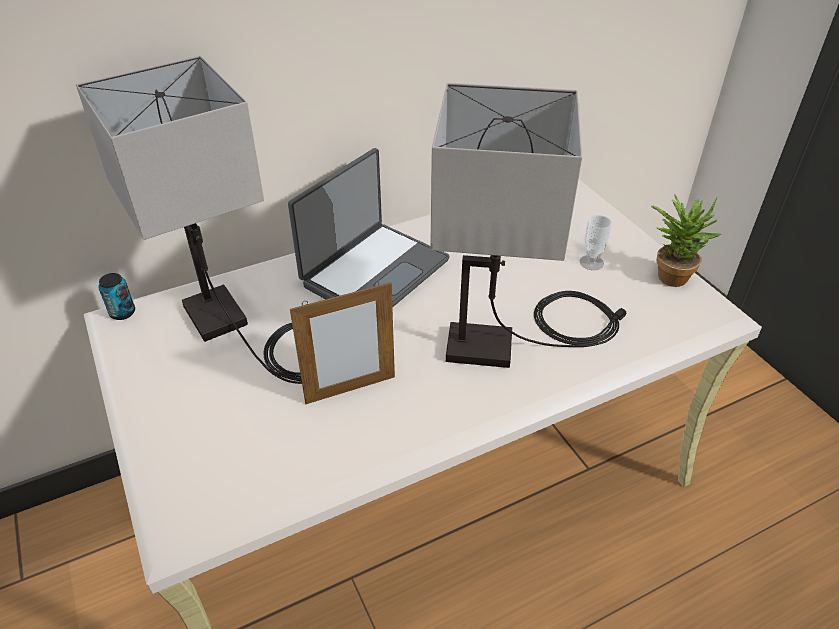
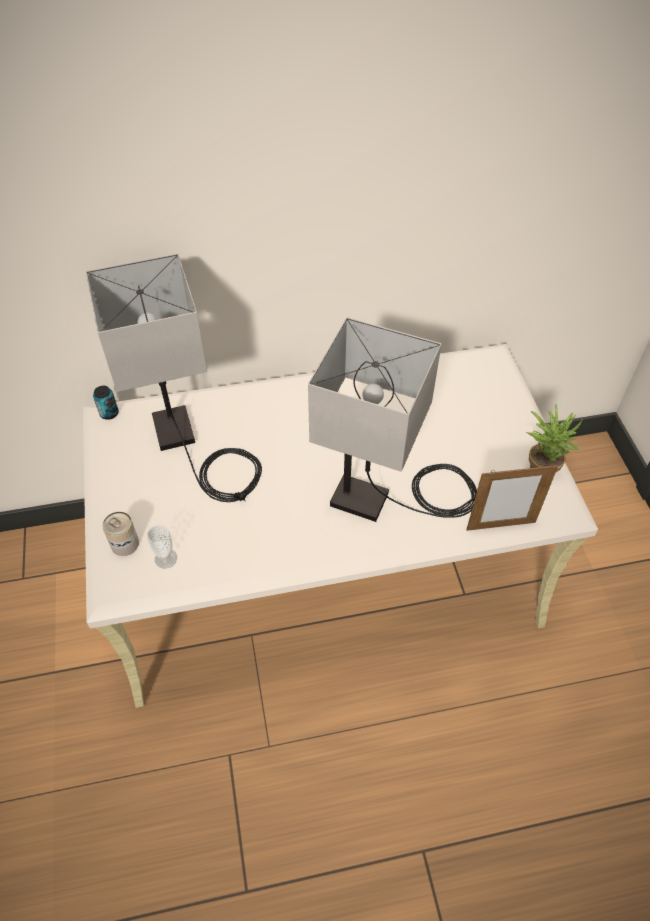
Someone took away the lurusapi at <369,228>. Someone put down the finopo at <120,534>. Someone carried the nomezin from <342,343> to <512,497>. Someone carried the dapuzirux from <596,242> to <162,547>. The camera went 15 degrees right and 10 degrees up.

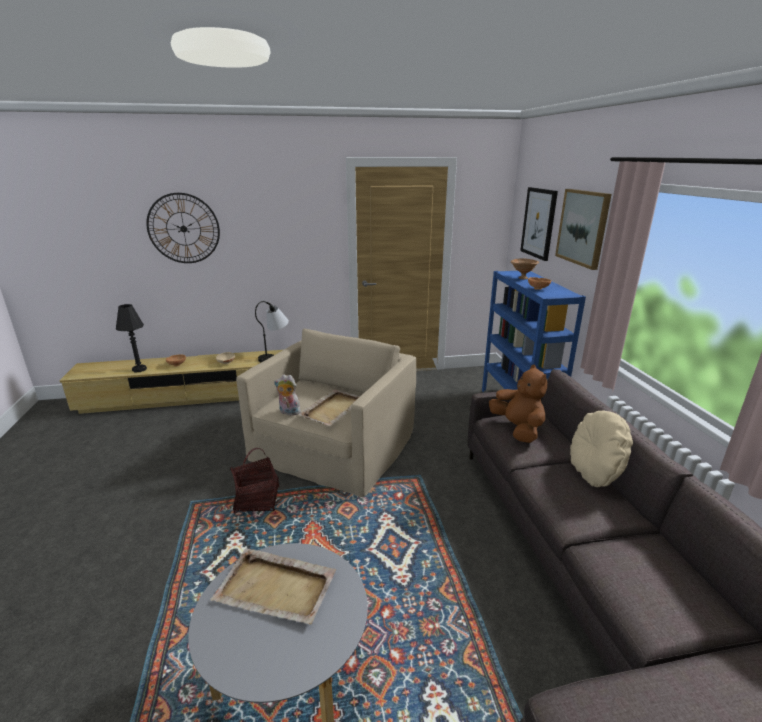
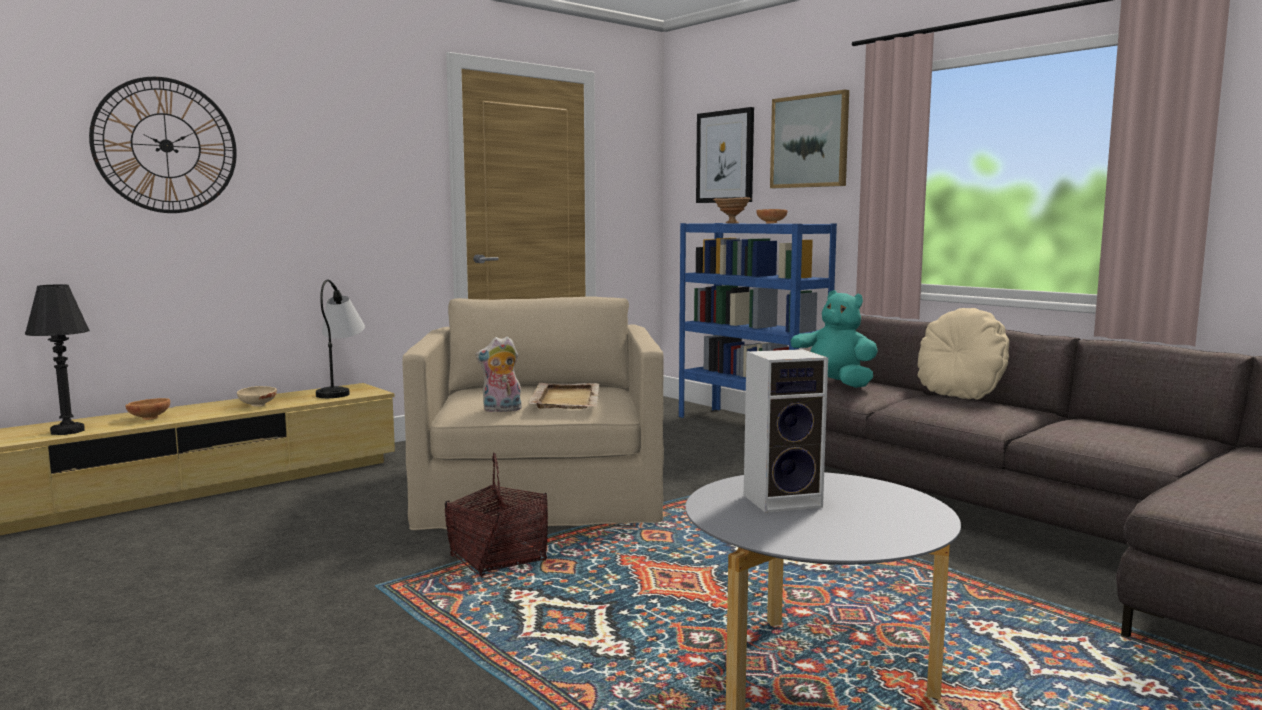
Someone swapped the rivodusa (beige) at <273,586> for the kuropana at <786,431>. Someone repainted the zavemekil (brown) at <518,404>, which became the zavemekil (turquoise) at <834,339>. The camera went 30 degrees left and 15 degrees down.

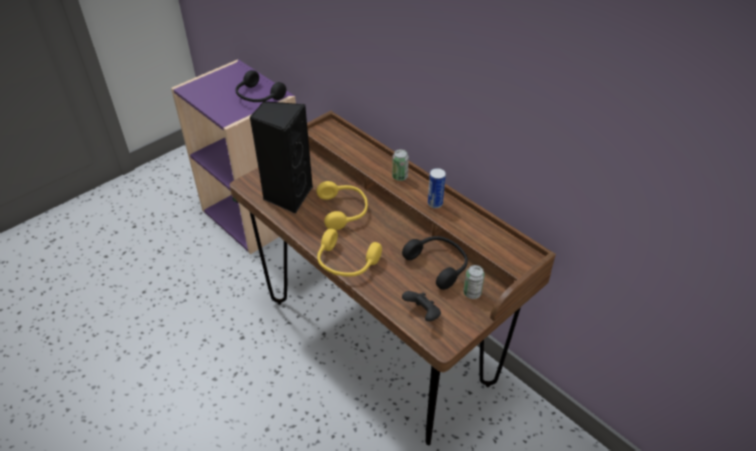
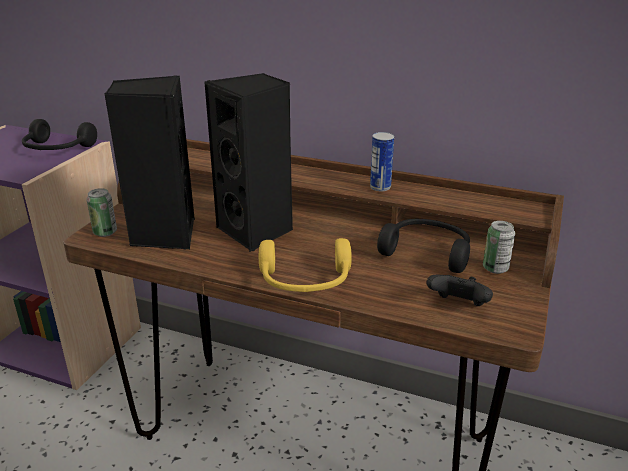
Someone carried the finopo from <400,165> to <101,212>. Someone swapped the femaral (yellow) at <342,205> for the kuropana (black) at <248,162>. The camera went 25 degrees left and 15 degrees down.

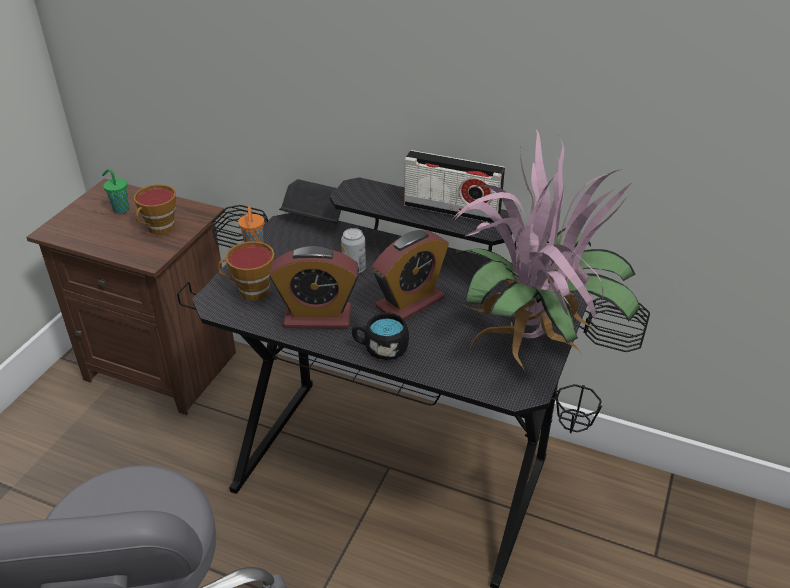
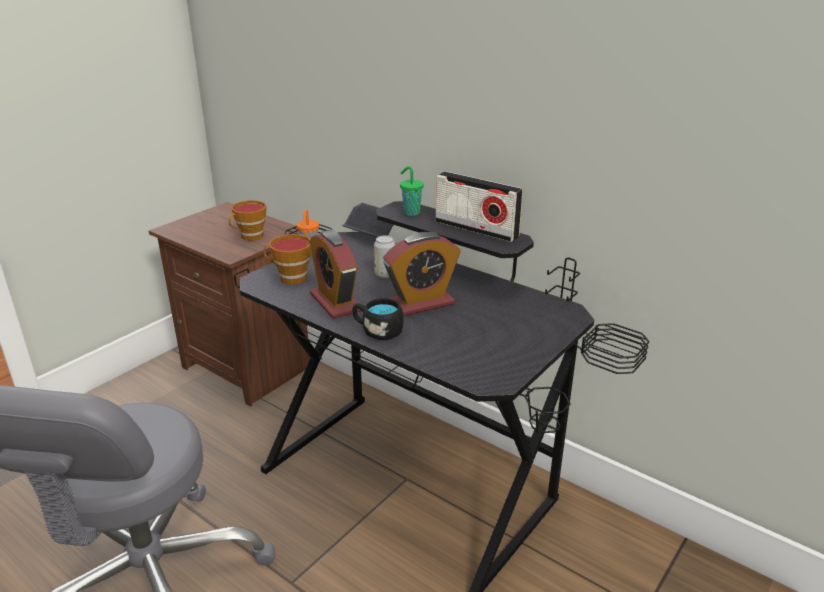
Someone took away the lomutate at <545,250>. Someone carried the dapuzirux (green) from <115,191> to <412,191>. Someone rotated the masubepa at <314,287> by 45 degrees clockwise. The camera went 15 degrees right and 10 degrees down.

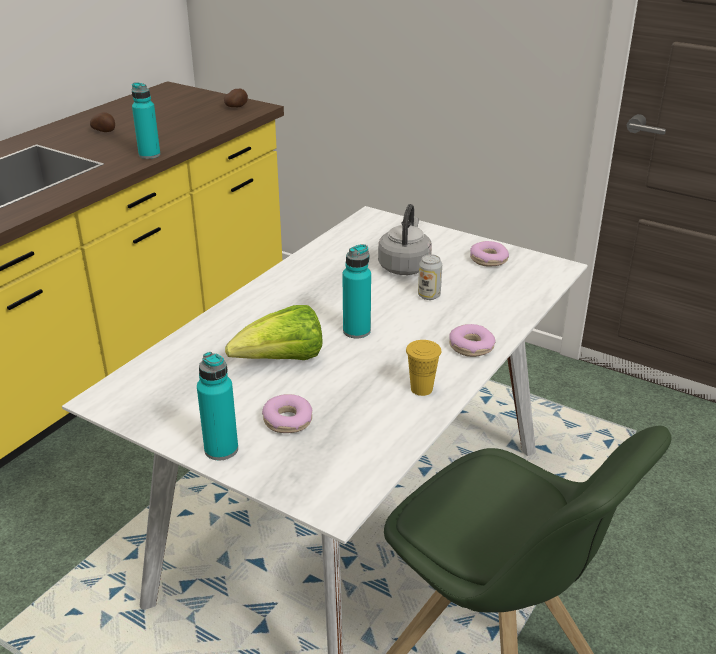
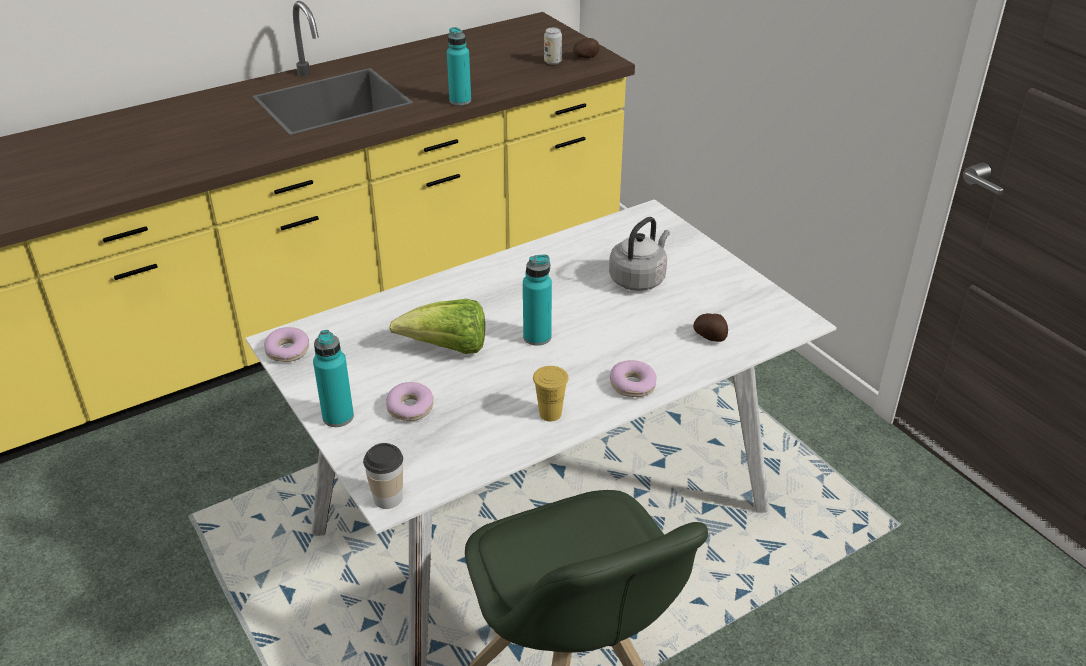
Someone put down the dapuzirux at <383,476>. Someone carried the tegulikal from <102,122> to <710,327>. Someone carried the finopo from <430,277> to <553,46>. Someone carried the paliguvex from <489,254> to <286,344>. The camera went 25 degrees right and 5 degrees up.

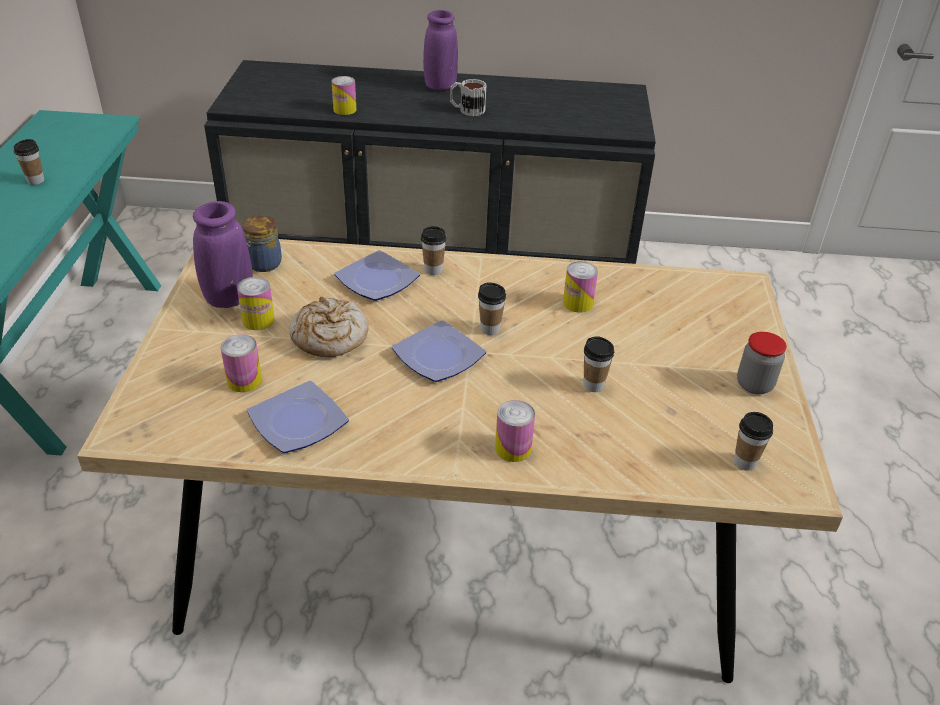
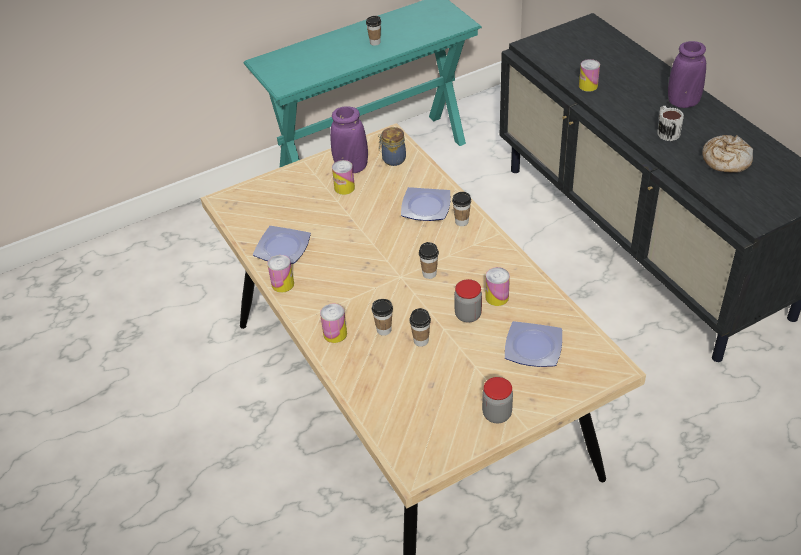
Someone put down the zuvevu at <468,301>. Someone carried the finopo from <241,363> to <280,274>. Someone carried the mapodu from <329,327> to <727,154>. Someone carried the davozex from <439,351> to <533,344>. Someone carried the dapuzirux from <753,441> to <382,317>. The camera went 60 degrees right and 5 degrees up.

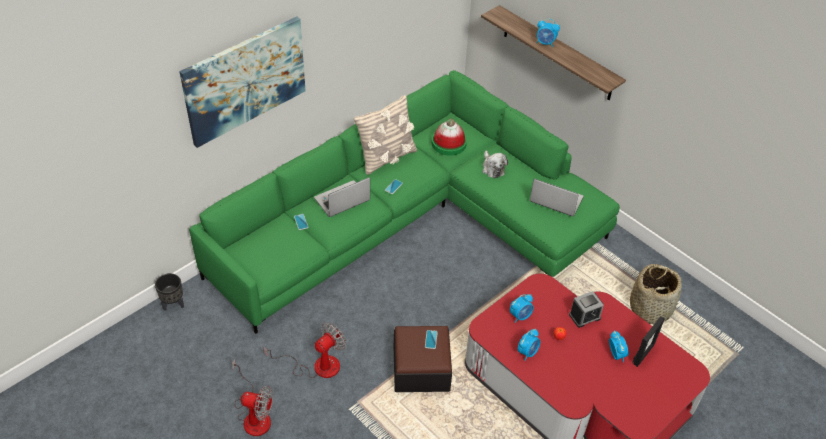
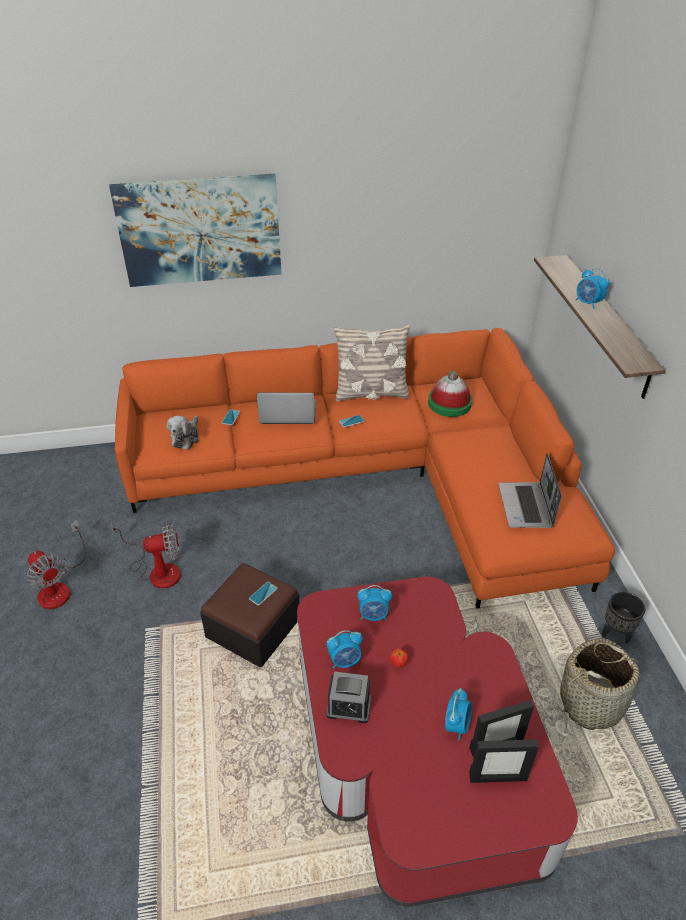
Someone put down the nomezin at <504,761>. Someone carried the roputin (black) from <169,292> to <623,618>. Someone carried the zavemekil from <495,164> to <183,432>. Someone carried the masubepa from <586,309> to <348,697>. Someone repainted the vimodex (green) at <404,202>, which became the vimodex (orange) at <365,468>. Someone rotated the lurusapi at <557,197> by 150 degrees counterclockwise. The camera went 35 degrees right and 5 degrees down.

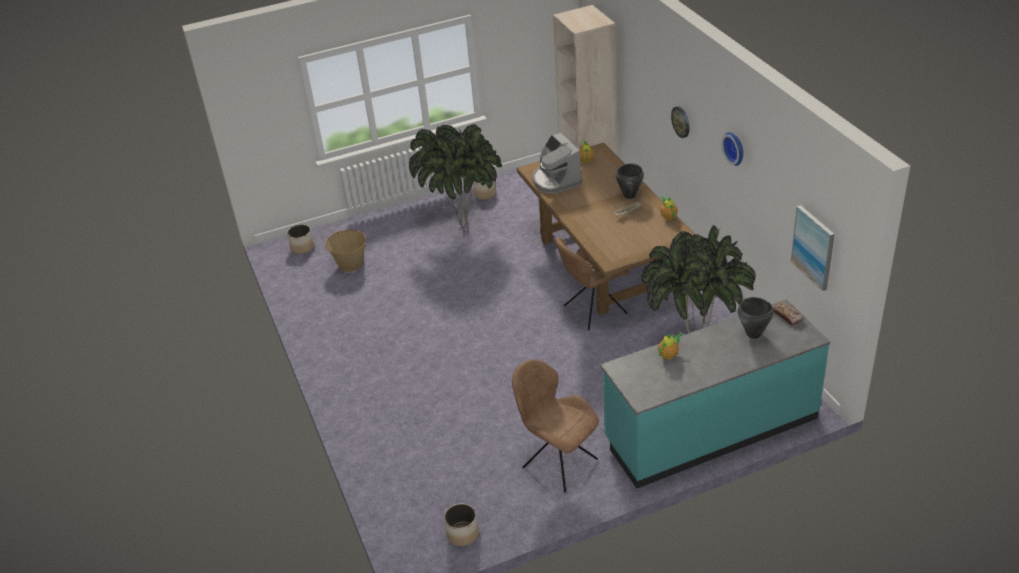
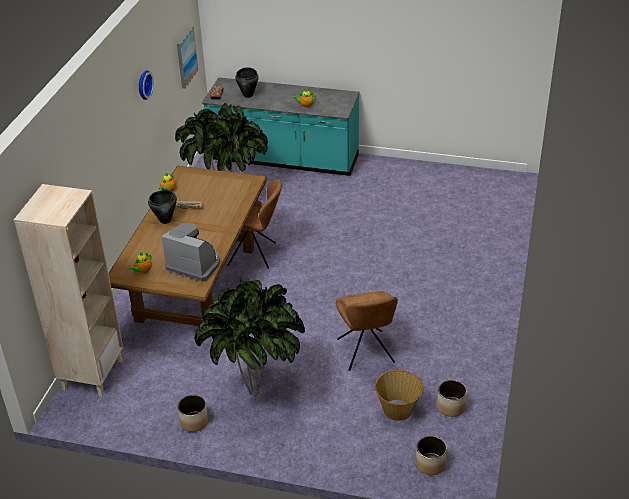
Someone took away the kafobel at <680,122>. Someone carried the roputin from <461,524> to <452,398>. Someone carried the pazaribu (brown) from <555,425> to <367,331>. Someone rotated the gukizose at <557,163> by 75 degrees counterclockwise. The camera went 145 degrees left and 0 degrees up.

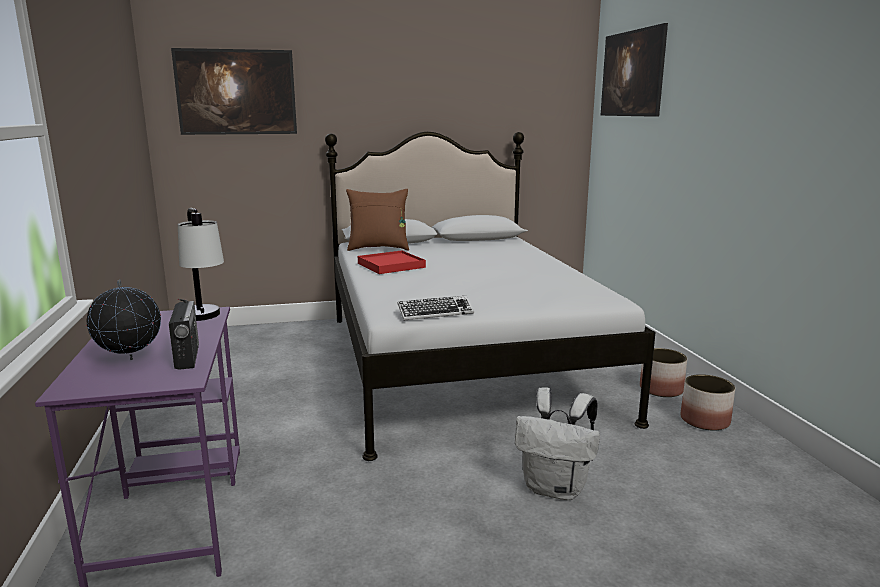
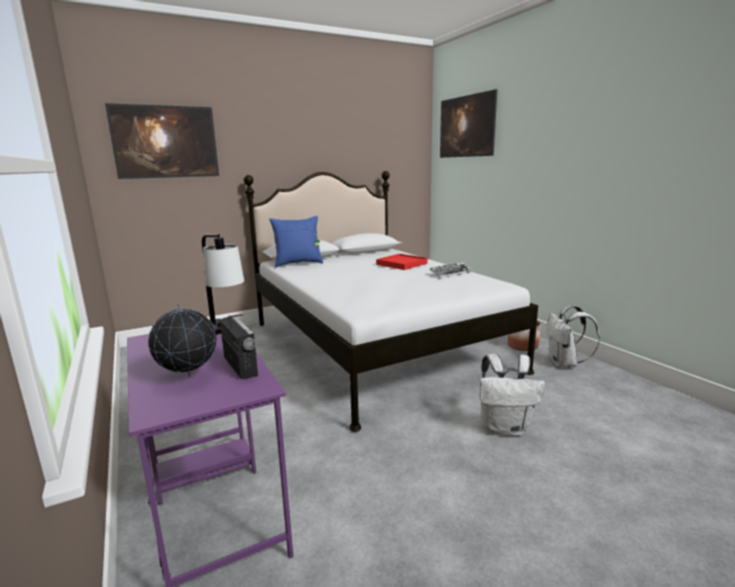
Someone carried the rivodusa (red) from <392,262> to <402,262>. Someone carried the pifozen from <436,308> to <451,270>. Someone swapped the roputin at <708,402> for the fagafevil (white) at <573,336>. Someone repainted the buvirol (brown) at <377,220>, which became the buvirol (blue) at <296,241>. The camera went 15 degrees left and 0 degrees up.

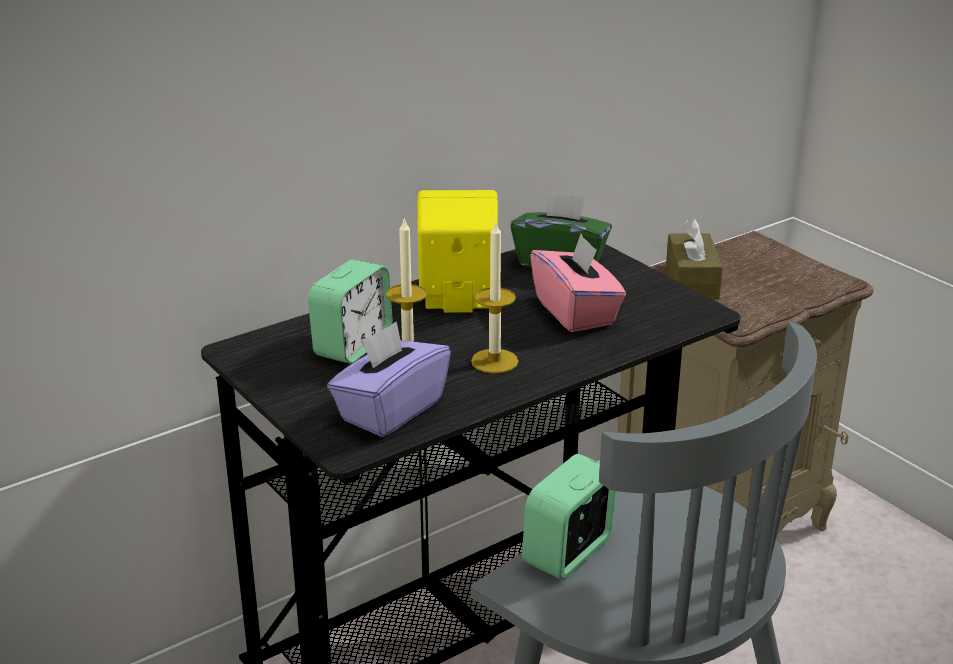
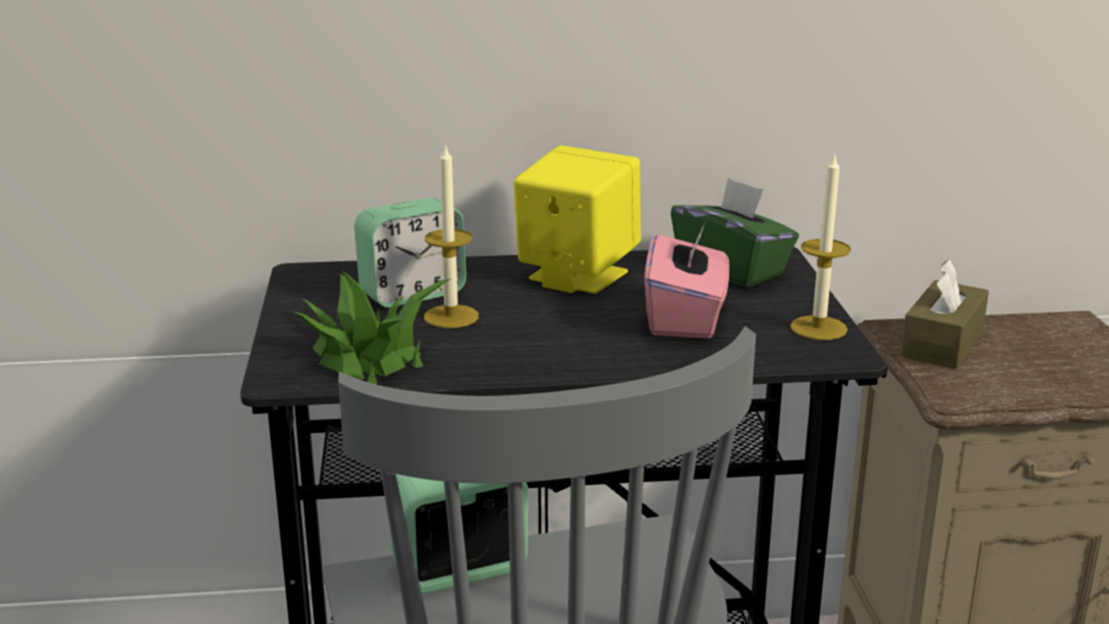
Someone carried the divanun from <494,297> to <820,246>. Someone swapped the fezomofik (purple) at <389,379> for the lomutate at <372,328>. The camera went 30 degrees right and 5 degrees down.

